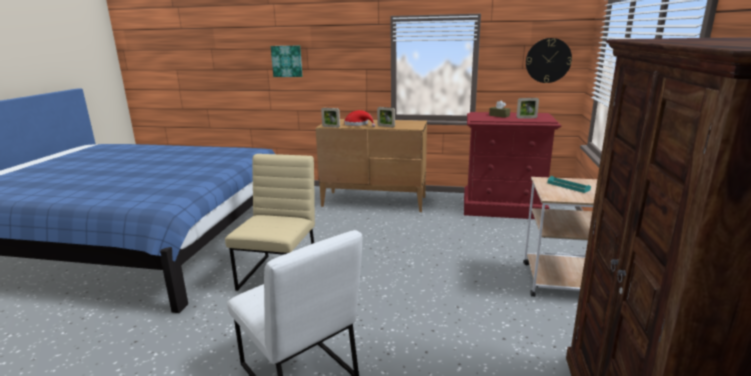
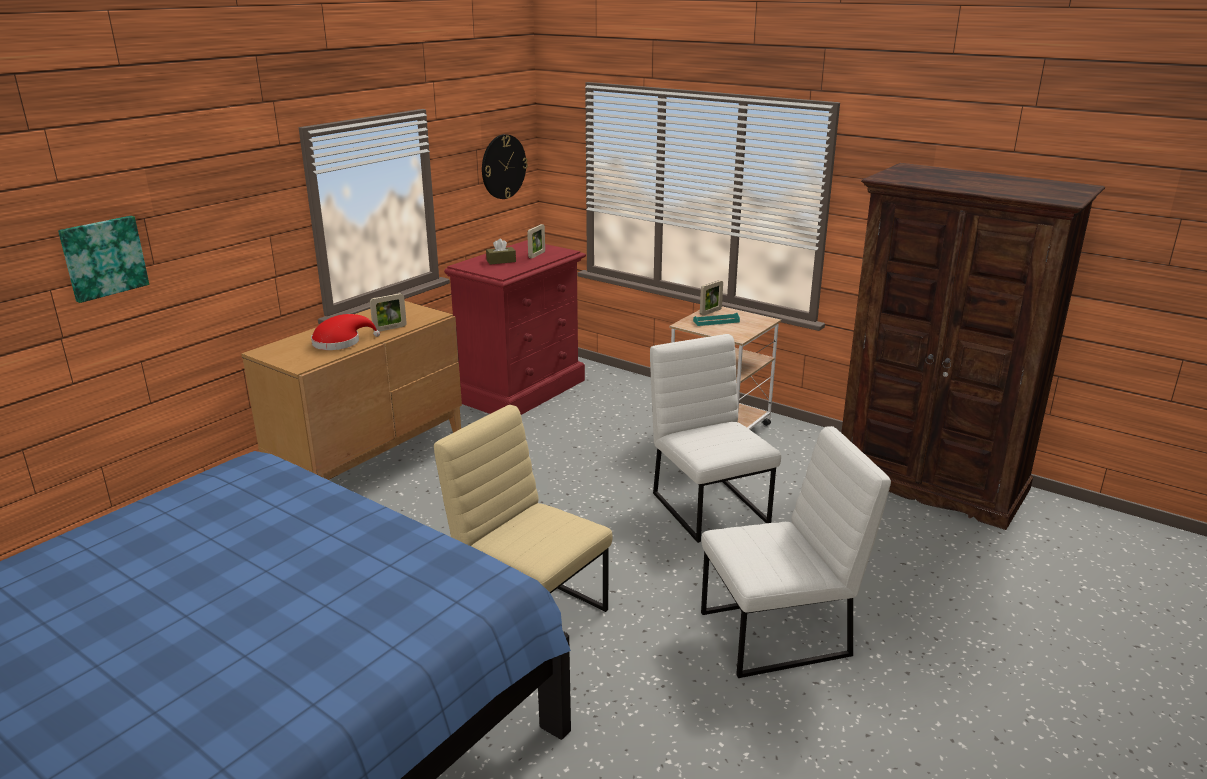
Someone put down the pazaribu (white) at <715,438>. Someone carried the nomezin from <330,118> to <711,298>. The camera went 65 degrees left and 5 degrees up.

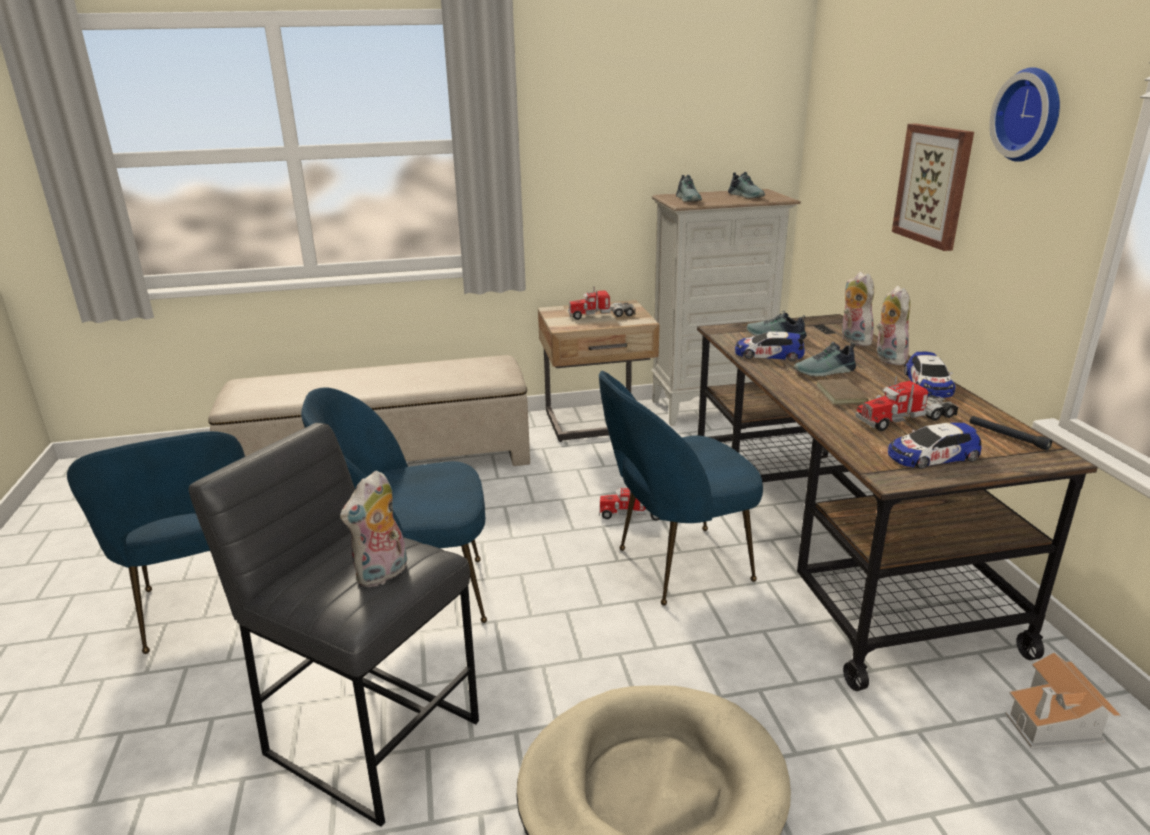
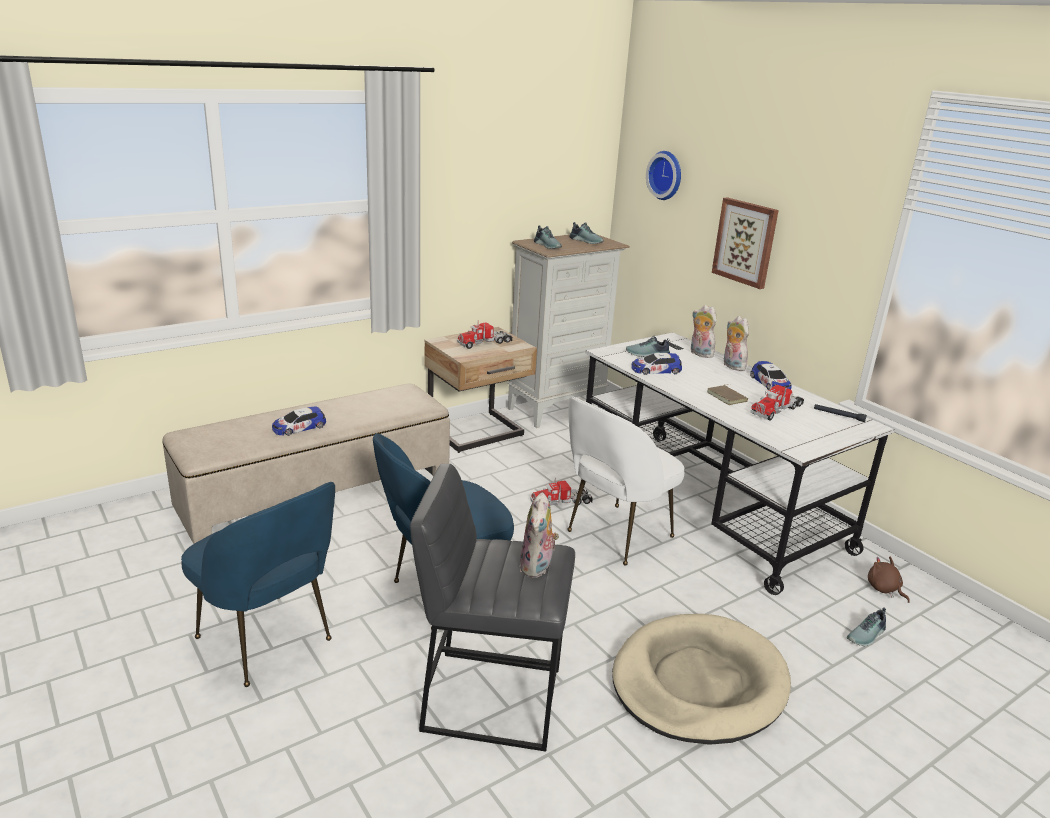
Someone carried the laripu from <824,359> to <866,626>. Someone carried the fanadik from <935,446> to <299,421>. Someone carried the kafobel from <1025,114> to <663,175>. Someone swapped the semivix at <1063,700> for the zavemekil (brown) at <889,580>. Someone repainted the pazaribu (blue) at <681,488>, which became the pazaribu (white) at <625,481>. Someone repainted the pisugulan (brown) at <897,502>, which became the pisugulan (white) at <740,463>. The camera went 25 degrees left and 0 degrees up.

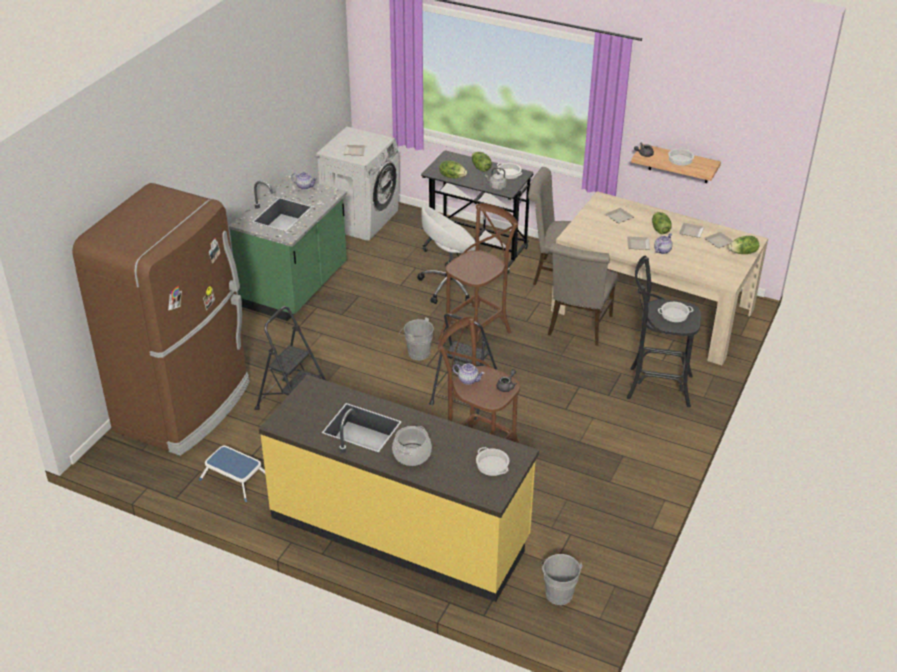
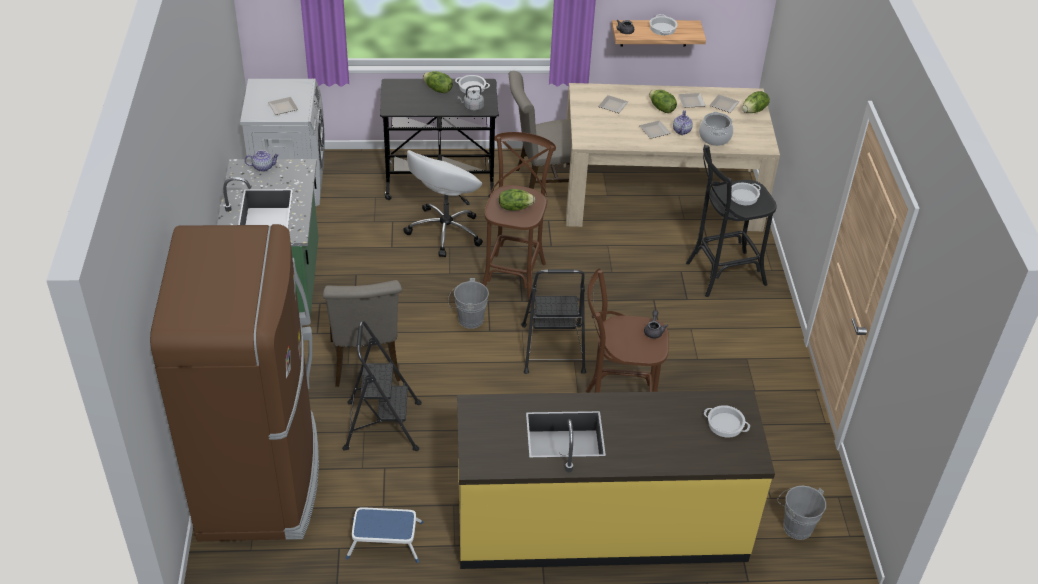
Someone took away the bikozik at <469,374>. Someone carried the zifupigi from <412,446> to <716,129>. Someone carried the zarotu from <453,169> to <517,200>. Someone carried the pazaribu (beige) from <583,294> to <362,333>. The camera went 30 degrees left and 5 degrees up.

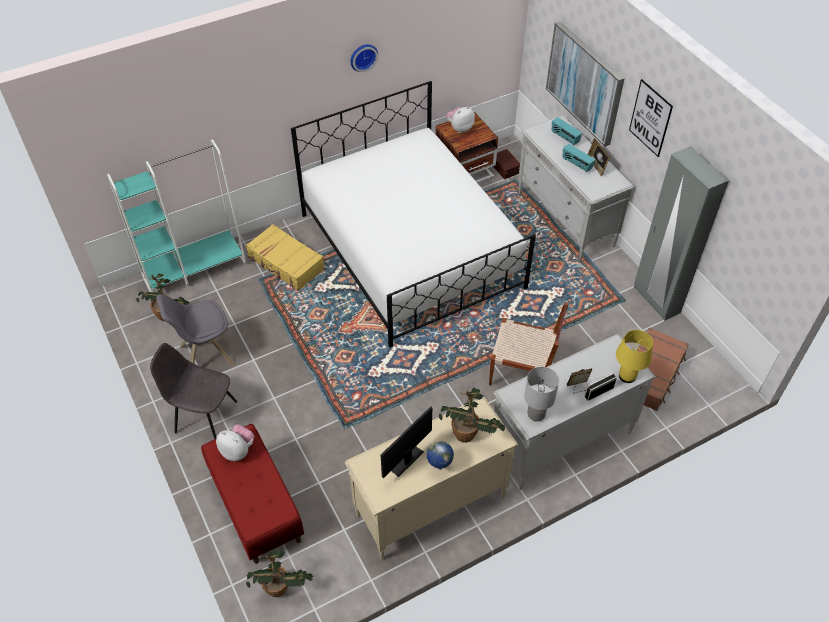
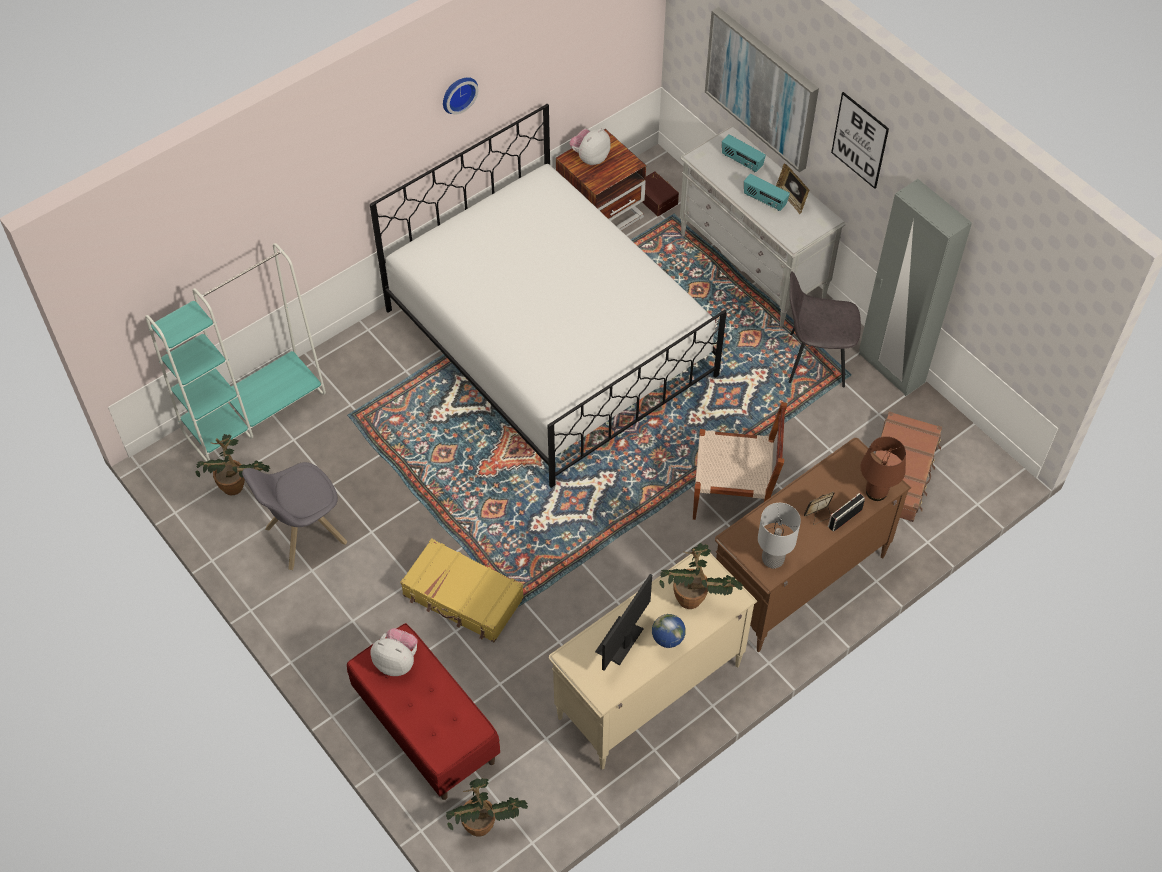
Someone carried the pazaribu (grey) from <193,391> to <825,329>. Someone carried the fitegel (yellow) from <285,257> to <462,590>. Someone repainted the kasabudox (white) at <575,412>, which became the kasabudox (brown) at <813,545>. Someone repainted the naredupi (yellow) at <634,356>, which became the naredupi (brown) at <883,468>. The camera went 10 degrees left and 5 degrees up.

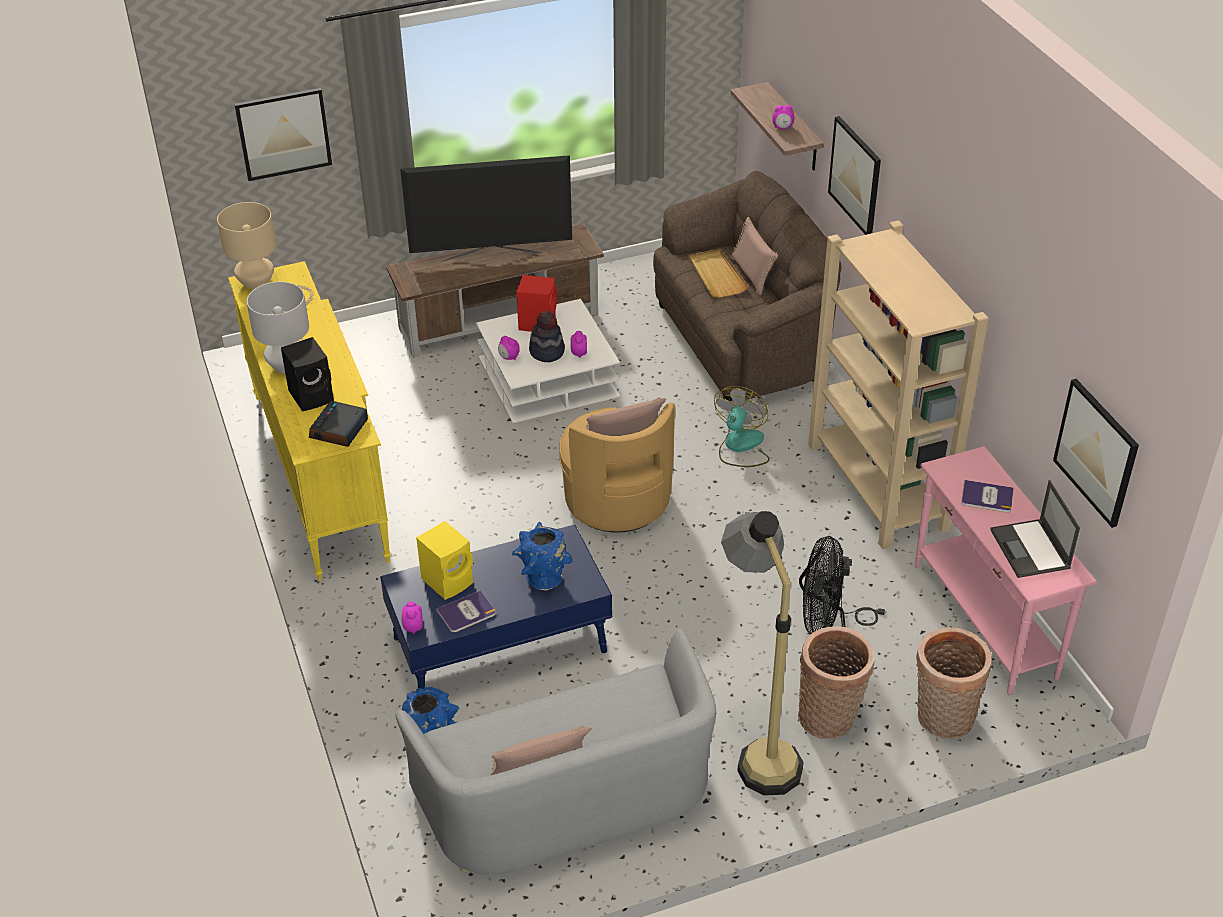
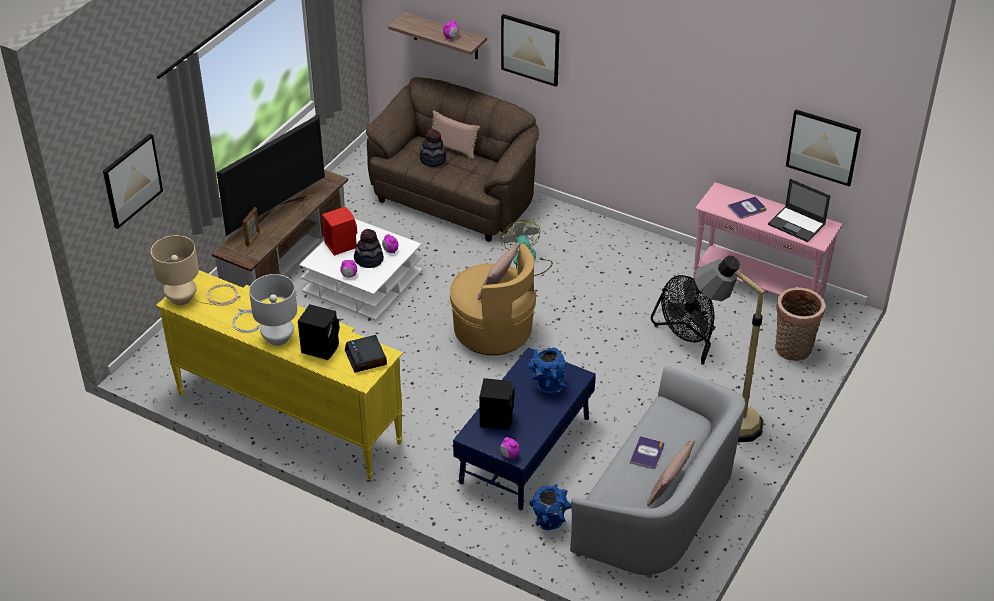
Someone took away the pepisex at <836,682>. Someone took away the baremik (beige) at <898,385>. Someone put down the nomezin at <251,227>. Someone carried the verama from <466,611> to <647,452>. Someone swapped the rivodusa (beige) at <718,273> for the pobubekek at <433,148>. Someone repainted the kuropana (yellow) at <444,560>, which became the kuropana (black) at <497,404>. The camera went 40 degrees left and 0 degrees up.

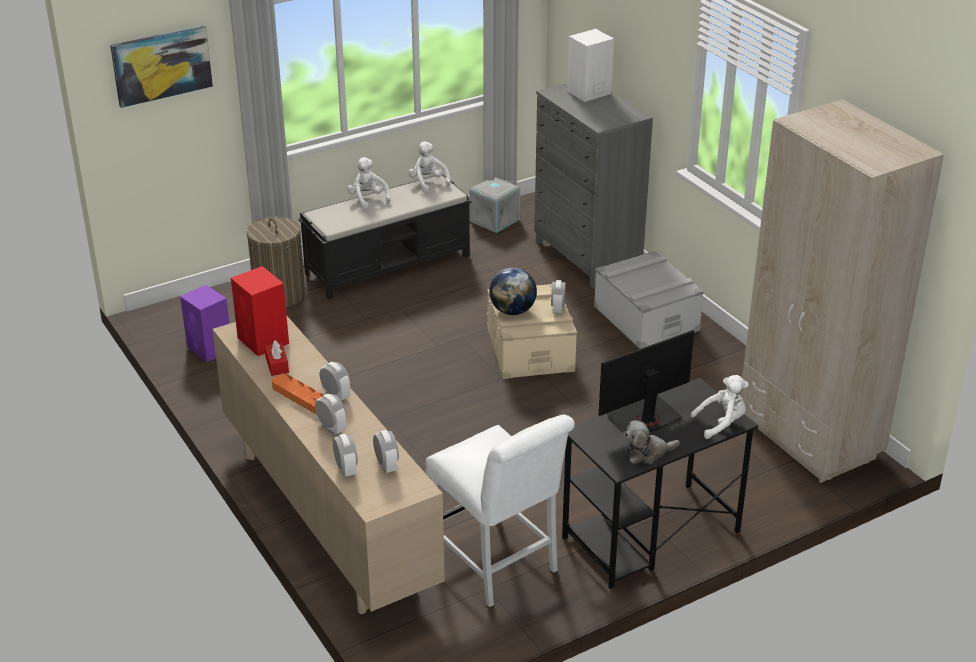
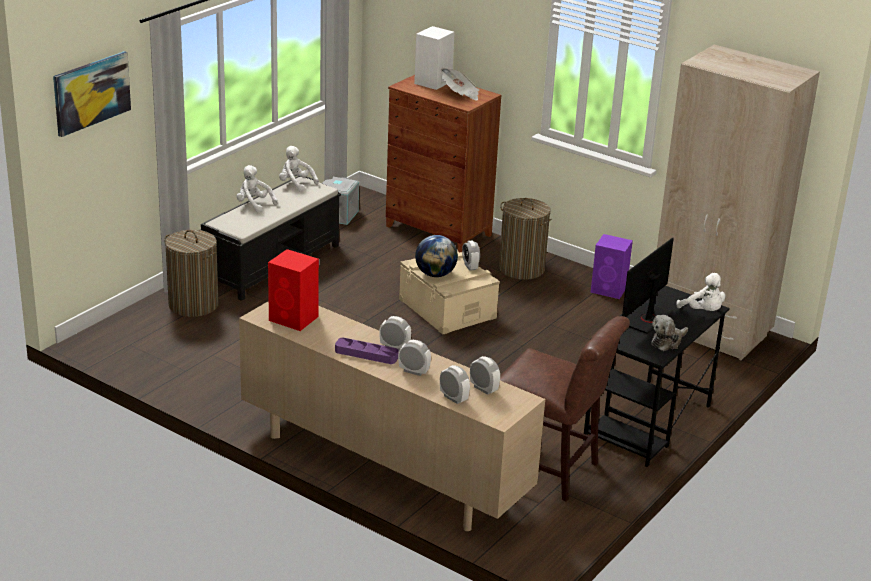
Someone took away the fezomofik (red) at <276,358>. Someone put down the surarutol at <460,84>. Someone carried the kuropana (purple) from <205,323> to <612,266>. Someone swapped the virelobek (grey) at <649,300> for the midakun at <525,239>. Someone repainted the rivodusa (orange) at <297,393>, which became the rivodusa (purple) at <367,351>. Someone repainted the pazaribu (white) at <500,511>, which became the pazaribu (brown) at <565,409>. Someone repainted the kasabudox (grey) at <593,186>, which became the kasabudox (brown) at <443,163>. Someone rotated the zavemekil (white) at <720,407> by 90 degrees clockwise. The camera went 25 degrees left and 5 degrees down.

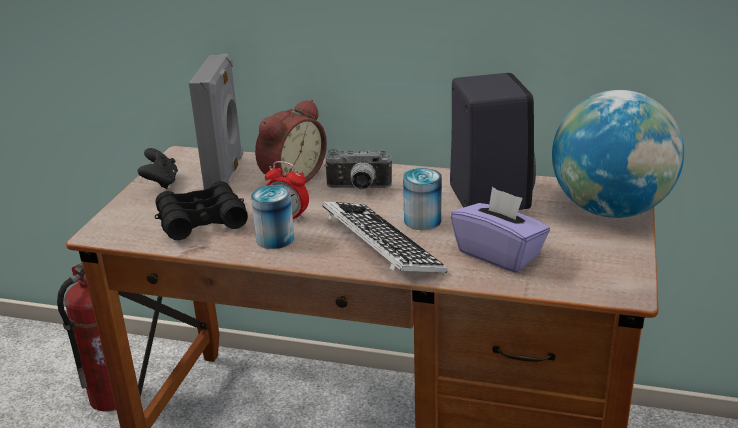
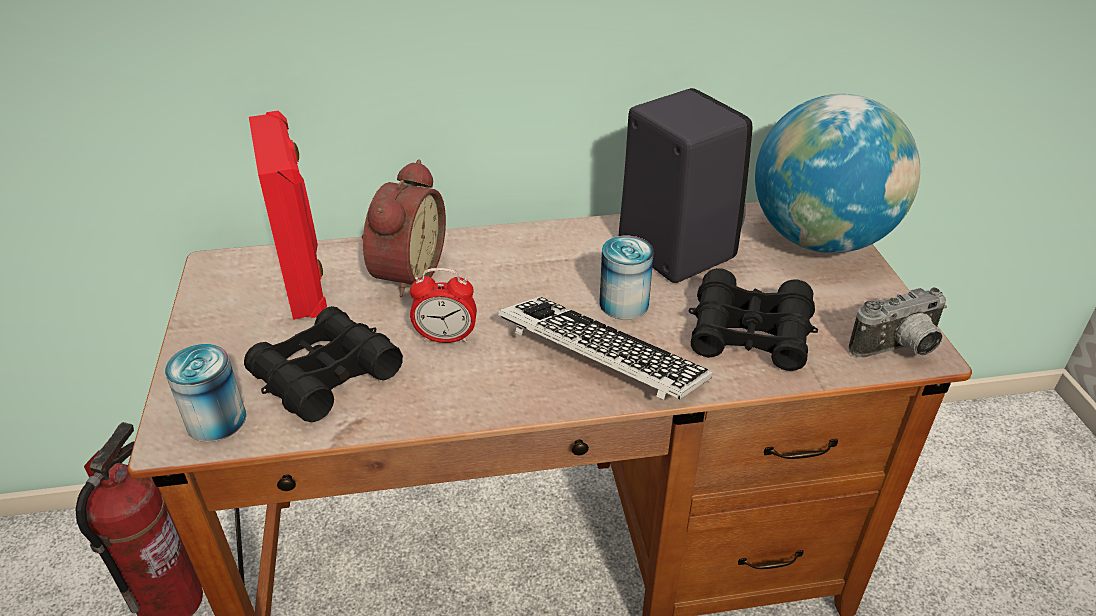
Someone took away the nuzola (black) at <158,168>. Someone carried the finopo from <272,217> to <205,393>. Someone carried the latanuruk from <358,169> to <897,322>. Someone swapped the fezomofik (purple) at <500,230> for the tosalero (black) at <753,319>. Someone repainted the kuropana (grey) at <216,122>, which became the kuropana (red) at <288,215>. The camera went 25 degrees left and 10 degrees up.

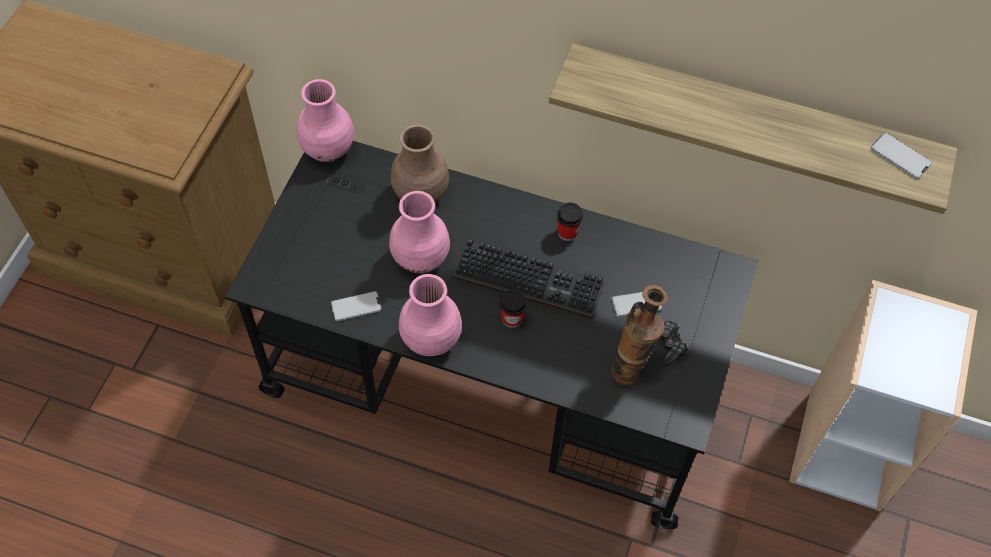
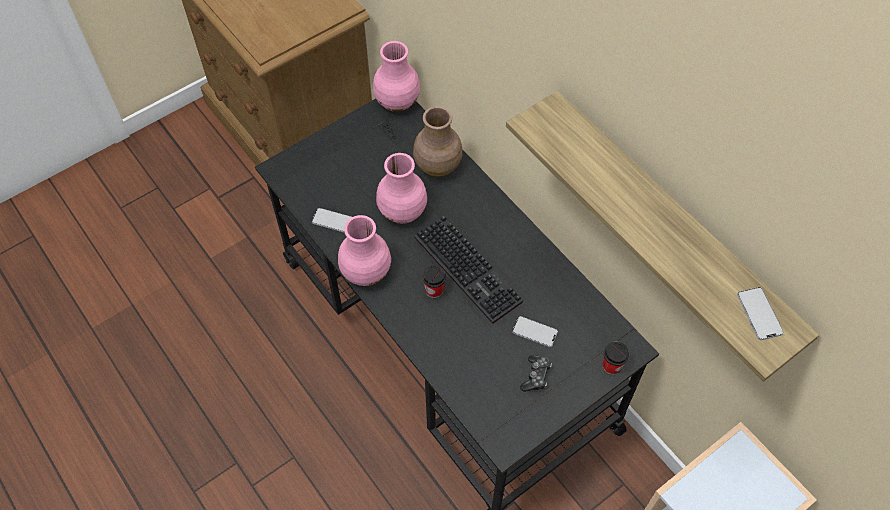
Someone took away the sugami at <639,335>. Someone carried the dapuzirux from <570,221> to <616,358>. The camera went 35 degrees right and 0 degrees up.

